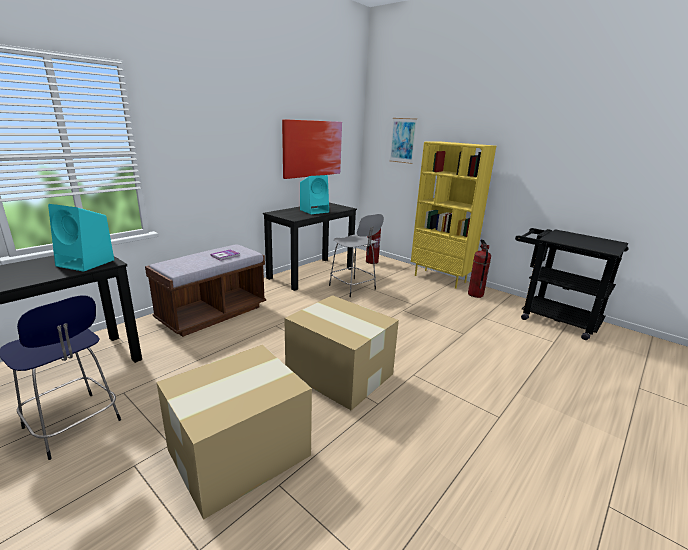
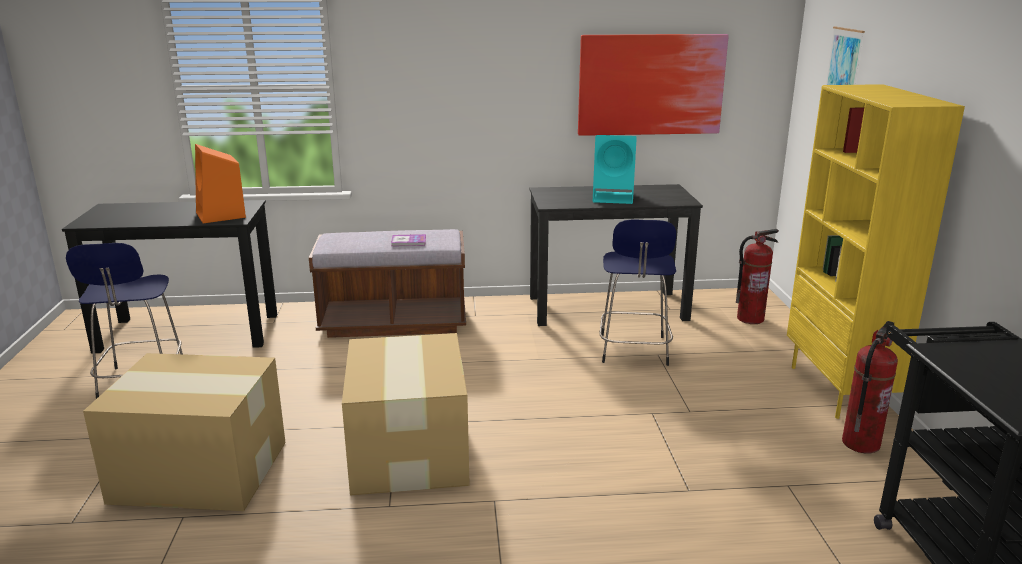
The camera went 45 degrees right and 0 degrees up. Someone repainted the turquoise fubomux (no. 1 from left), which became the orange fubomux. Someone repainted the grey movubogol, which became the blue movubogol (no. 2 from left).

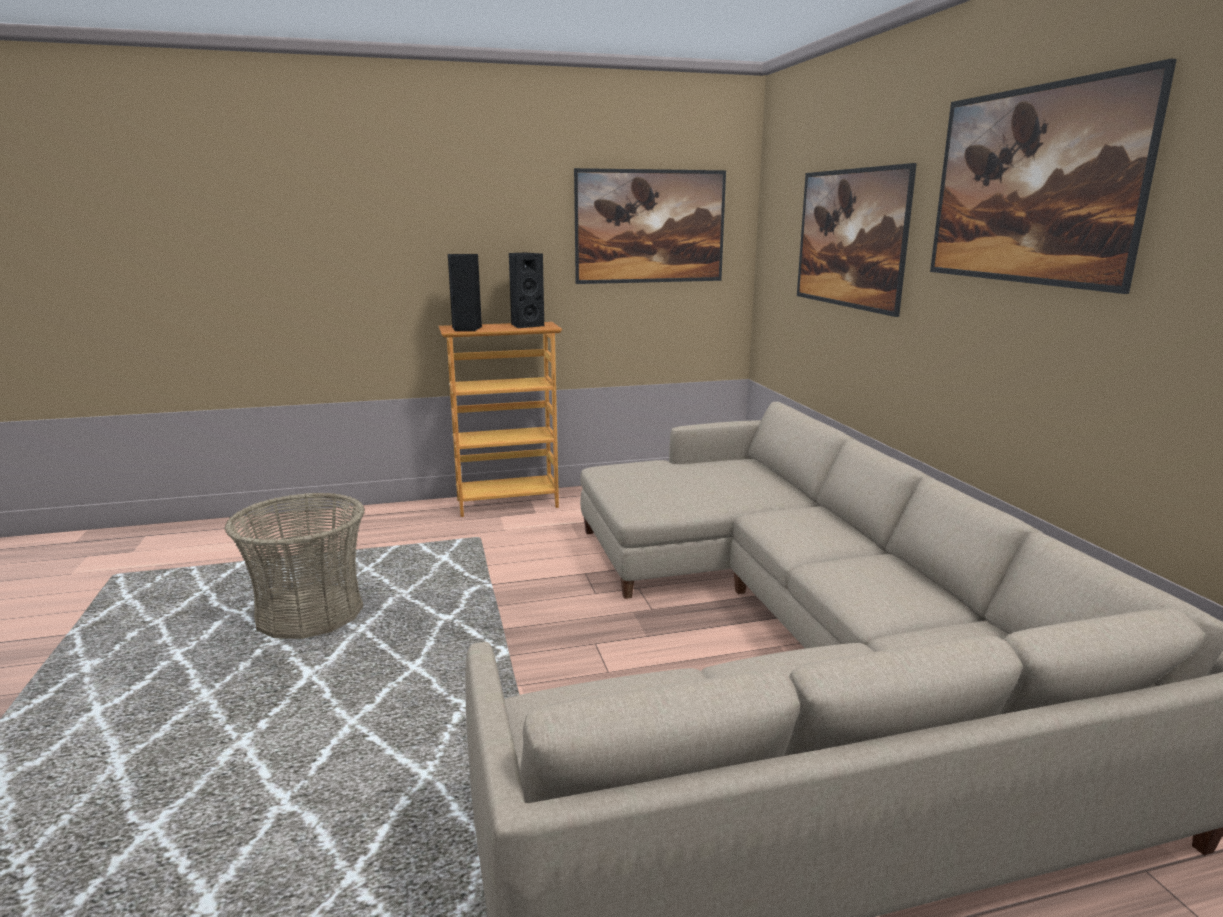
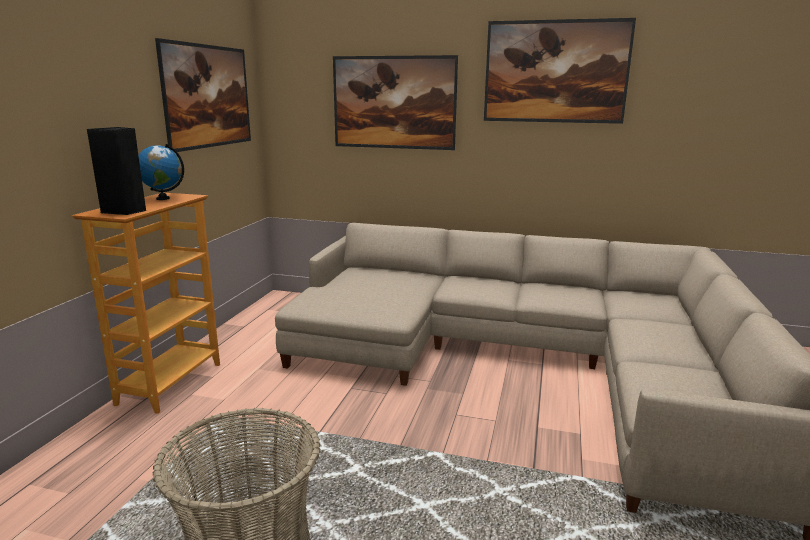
The camera went 60 degrees left and 0 degrees up. Someone swapped the black fubomux (no. 2 from left) for the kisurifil.

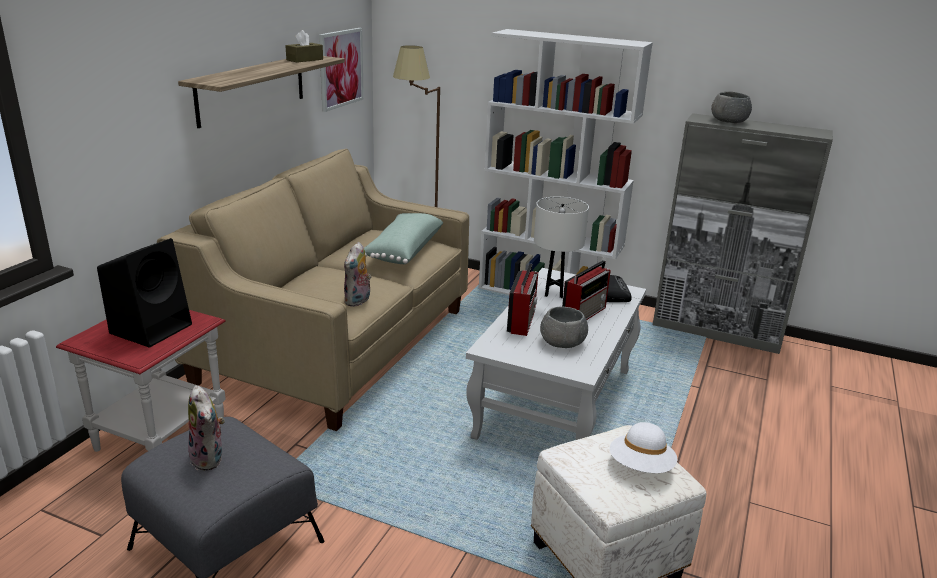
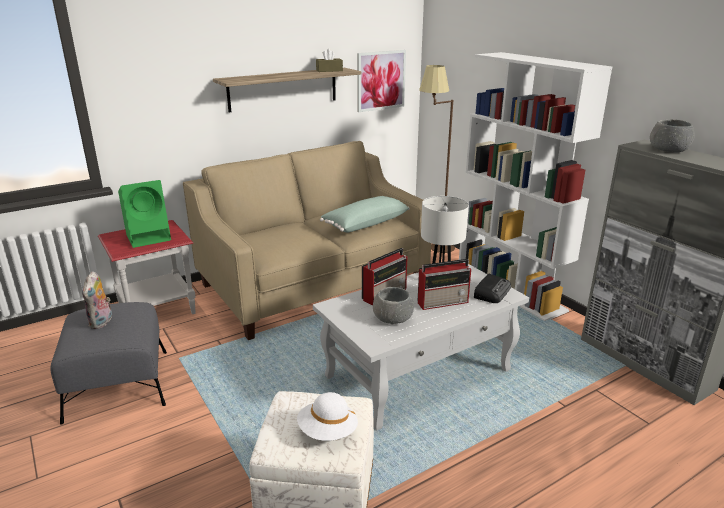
The camera went 35 degrees right and 0 degrees up. Someone repainted the black fubomux, which became the green fubomux. Someone took away the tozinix (no. 2 from left).

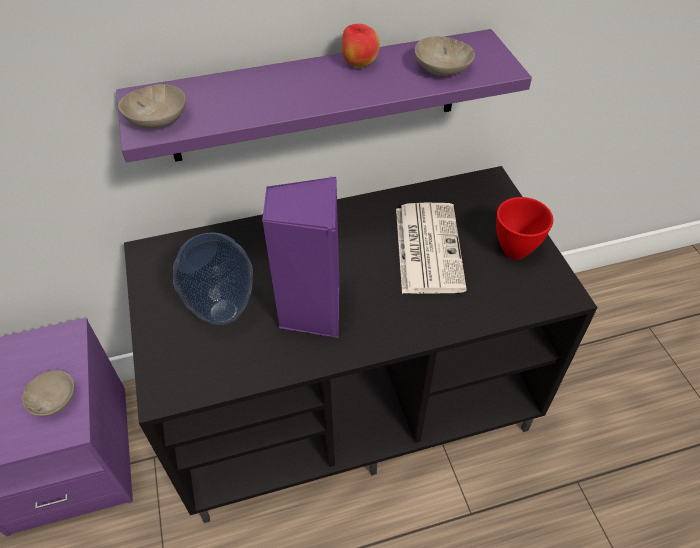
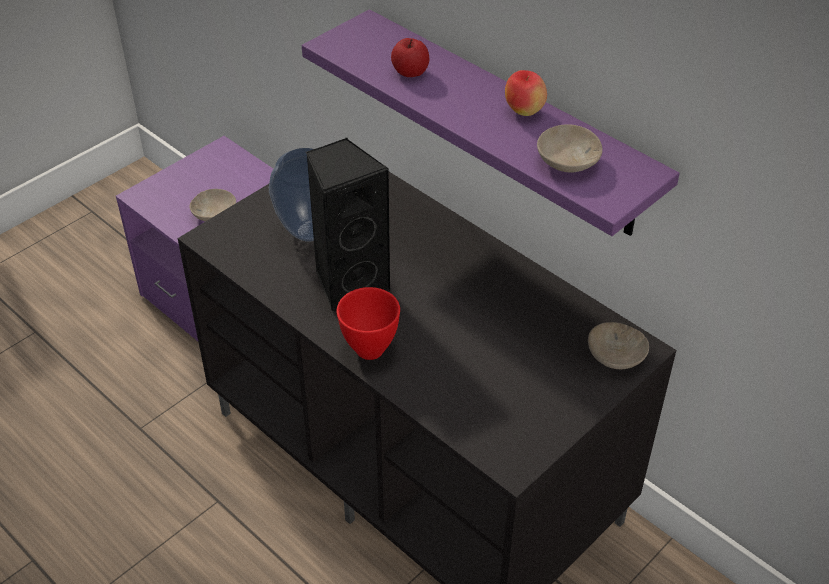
The camera went 60 degrees right and 5 degrees down. Someone carried the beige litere (no. 2 from left in the first image). Someone repainted the purple fubomux, which became the black fubomux. Someone carried the red litere. Someone took away the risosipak. Someone put down the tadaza (no. 1 from left).

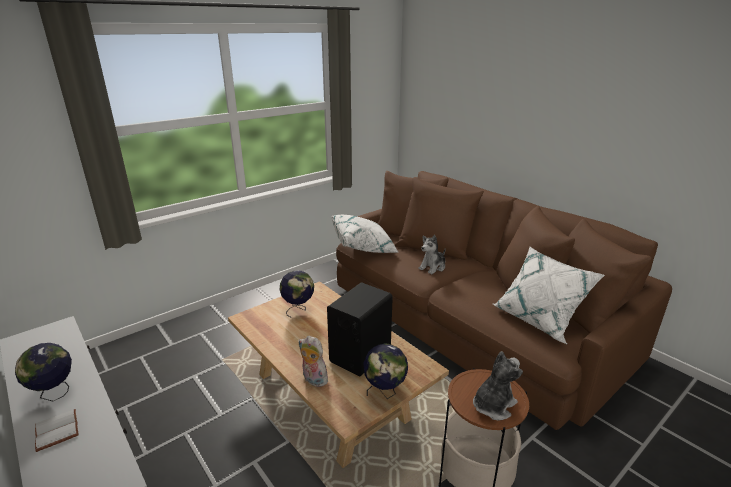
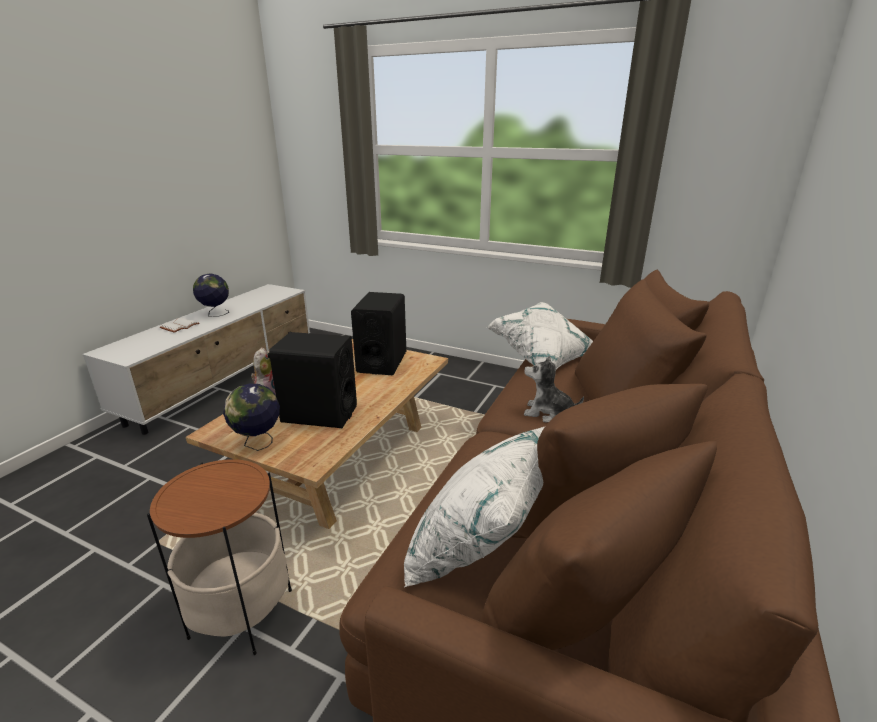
The camera went 65 degrees right and 0 degrees up. Someone swapped the kisurifil (no. 2 from left) for the black fubomux (no. 2 from left). Someone took away the tozinix (no. 3 from left).

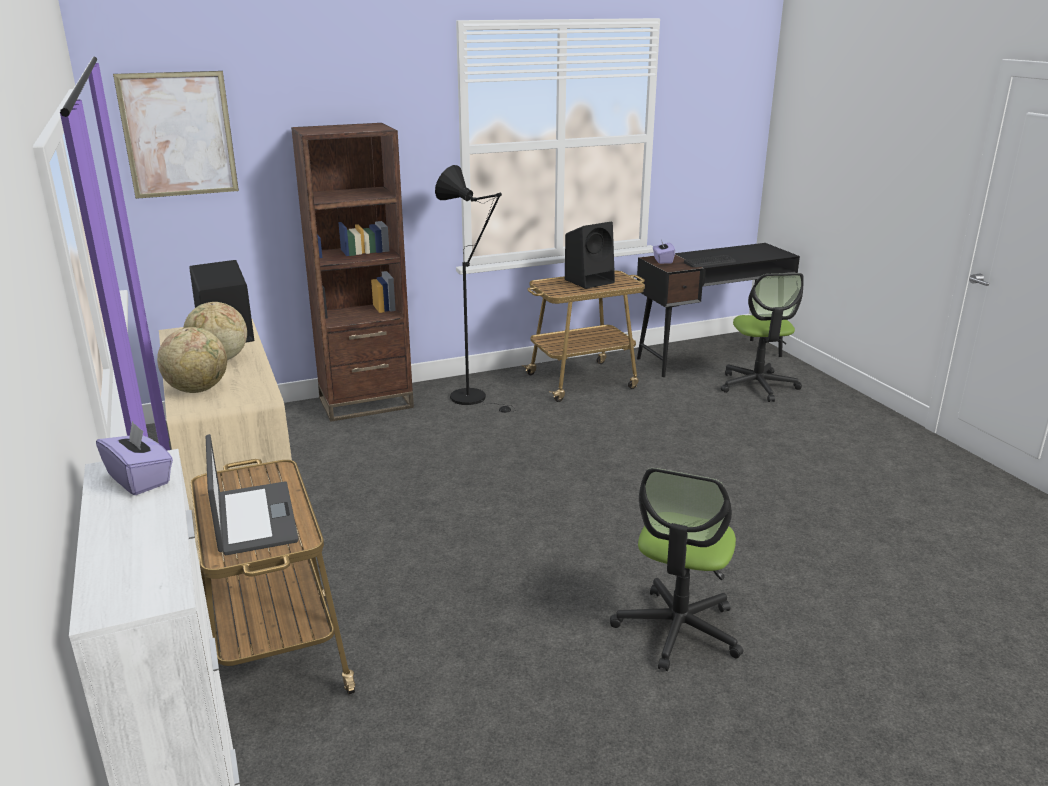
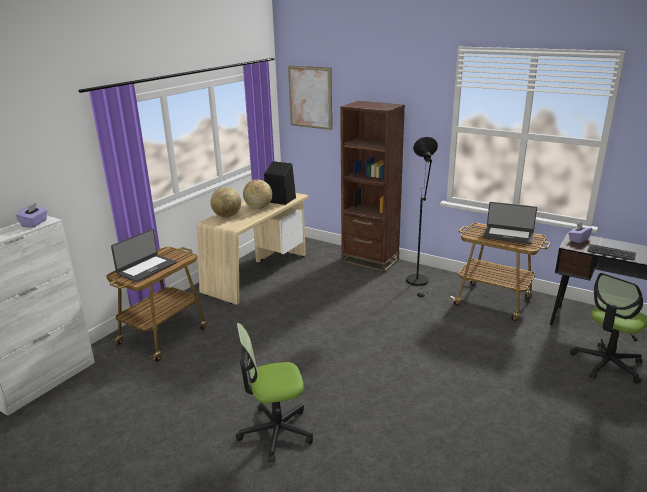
The camera went 55 degrees right and 0 degrees up. Someone swapped the black fubomux (no. 2 from left) for the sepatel (no. 2 from left).

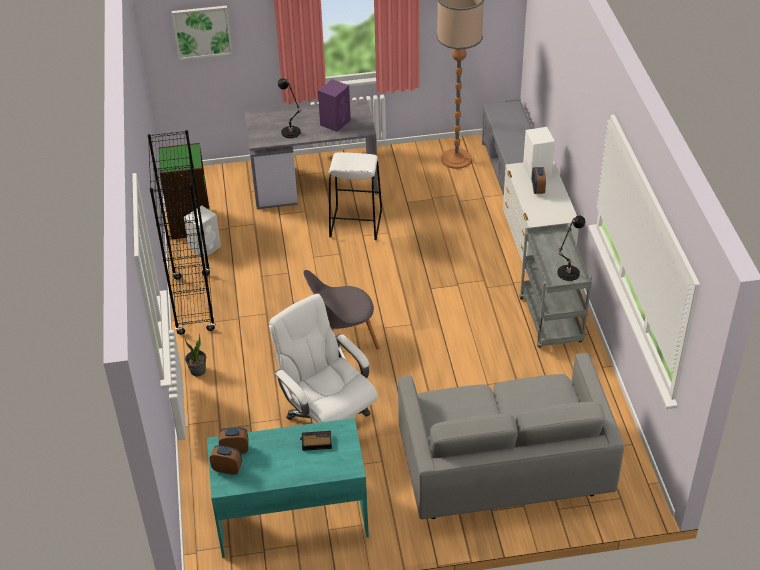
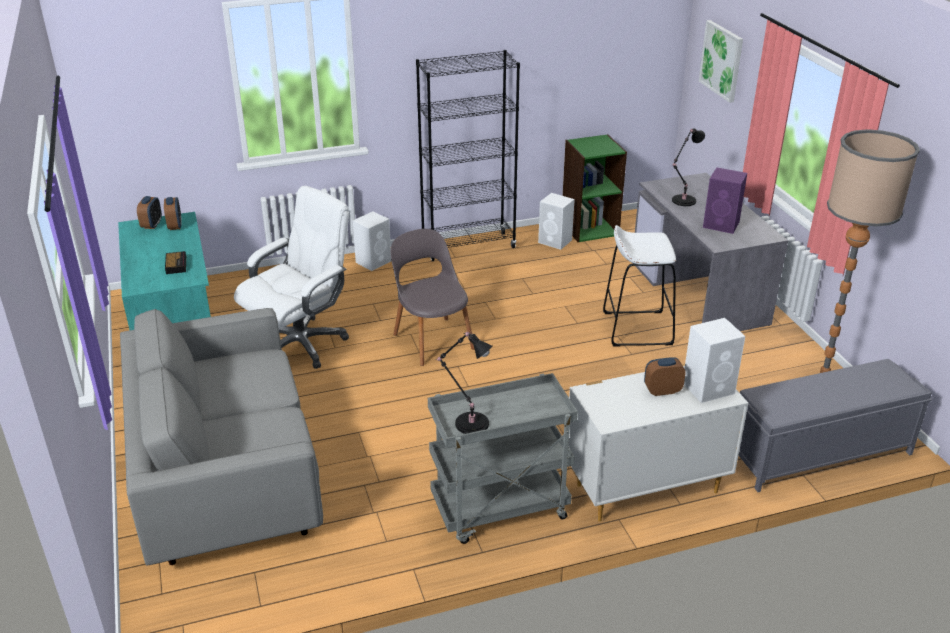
The camera went 80 degrees right and 10 degrees down. Someone swapped the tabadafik for the white fubomux (no. 1 from left).

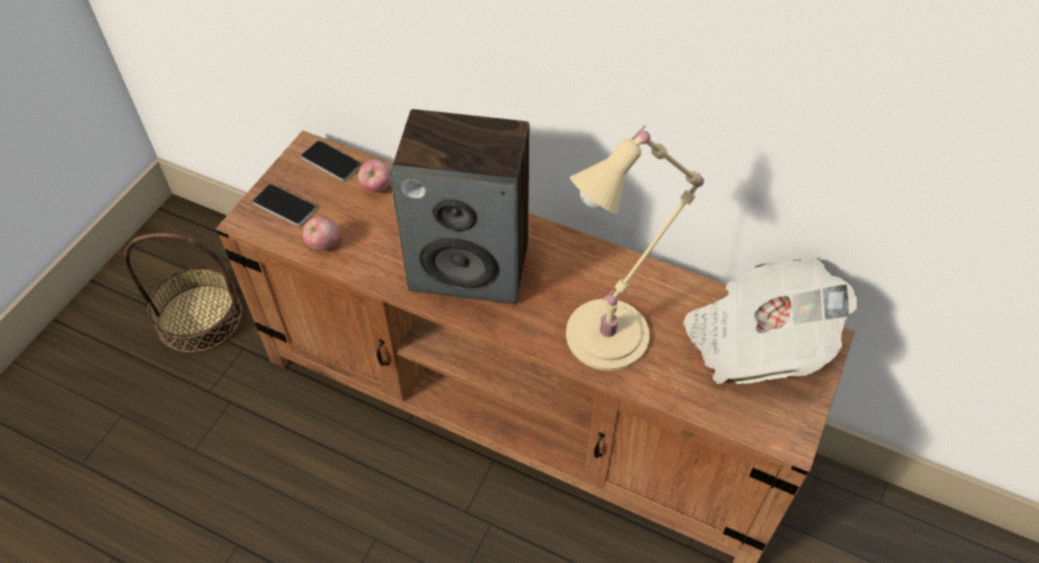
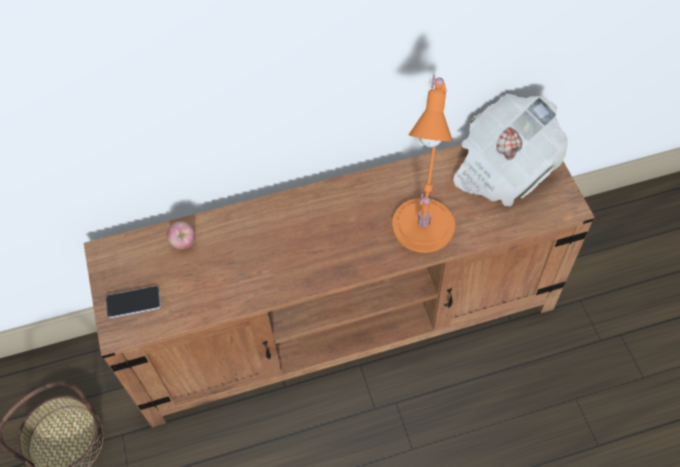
The camera went 40 degrees left and 5 degrees up. Someone took away the fubomux. Someone repainted the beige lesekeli, which became the orange lesekeli. Someone took away the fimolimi (no. 2 from left). Someone took away the tadaza (no. 1 from left).

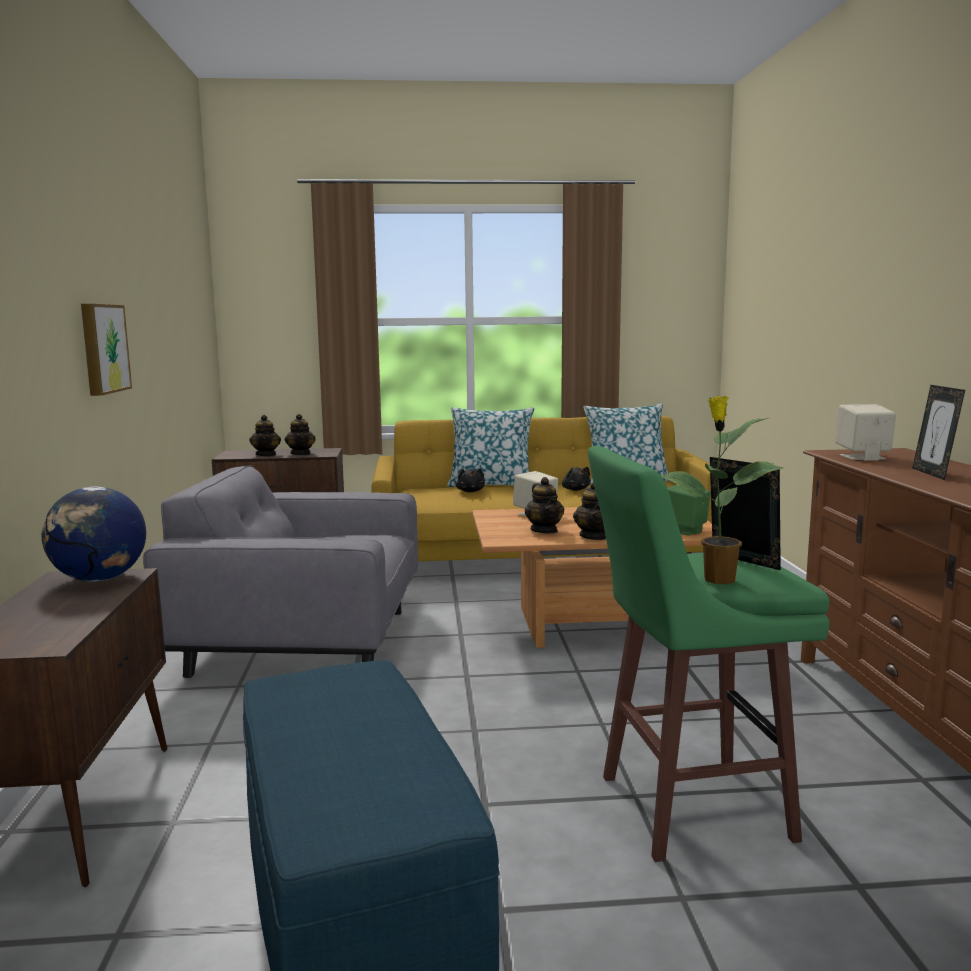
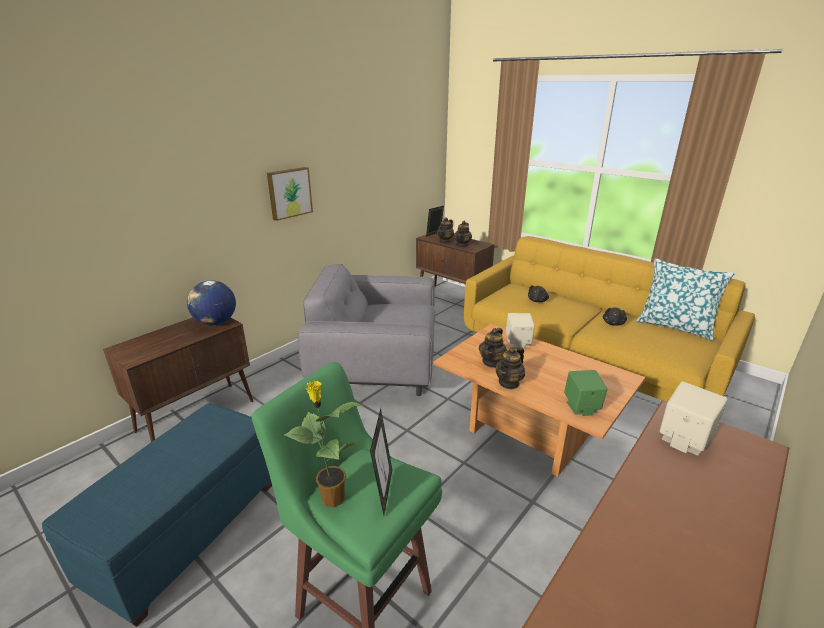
The camera went 45 degrees right and 15 degrees up. Someone carried the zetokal (no. 2 from left). Someone took away the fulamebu (no. 1 from left). Someone rotated the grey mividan by 45 degrees counterclockwise.

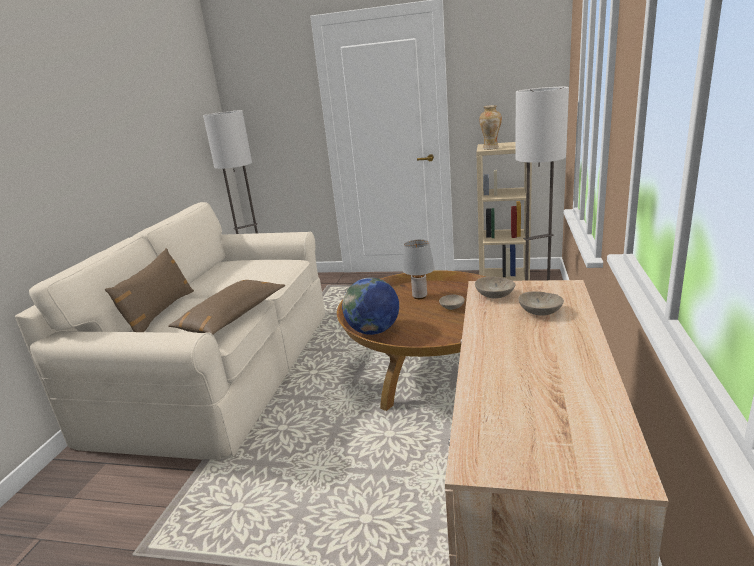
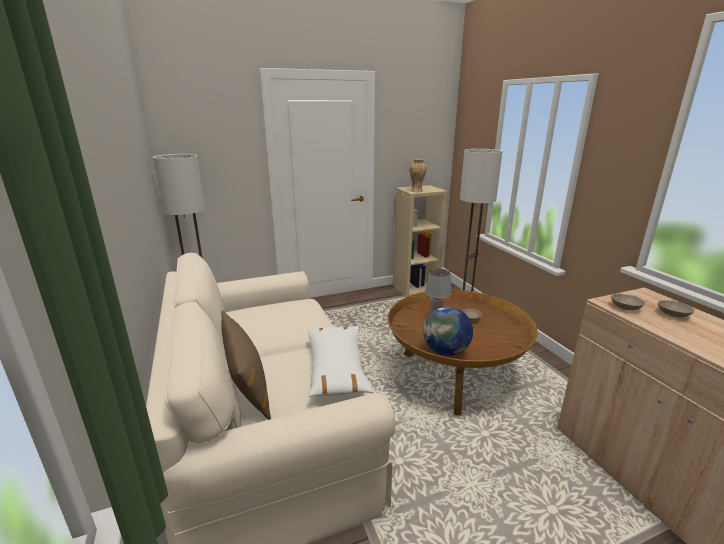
The camera went 35 degrees left and 0 degrees up. Someone repainted the brown fulamebu (no. 2 from left), which became the white fulamebu.

